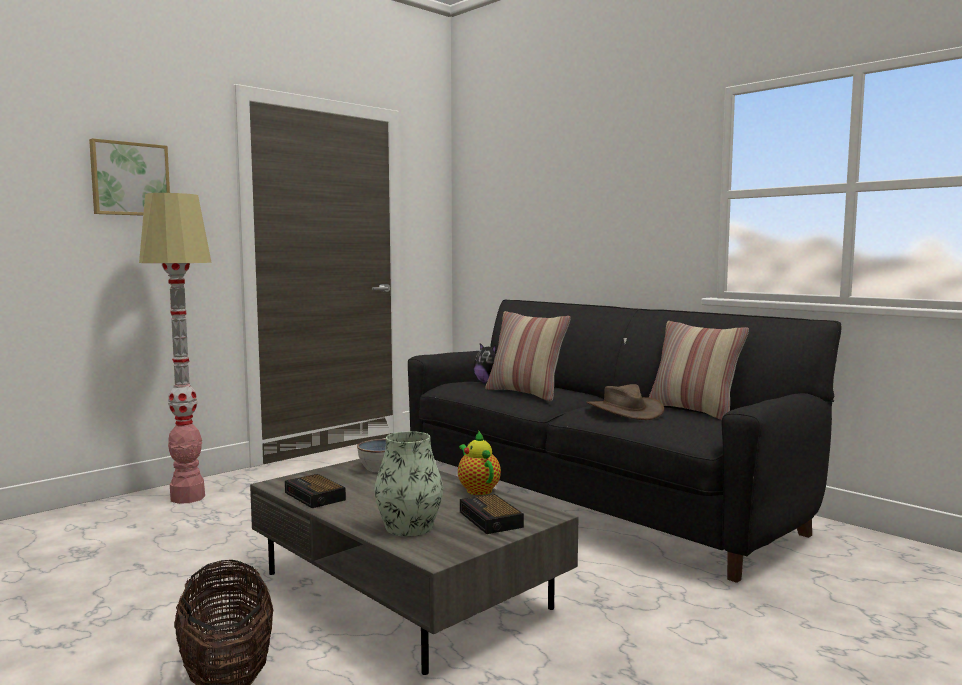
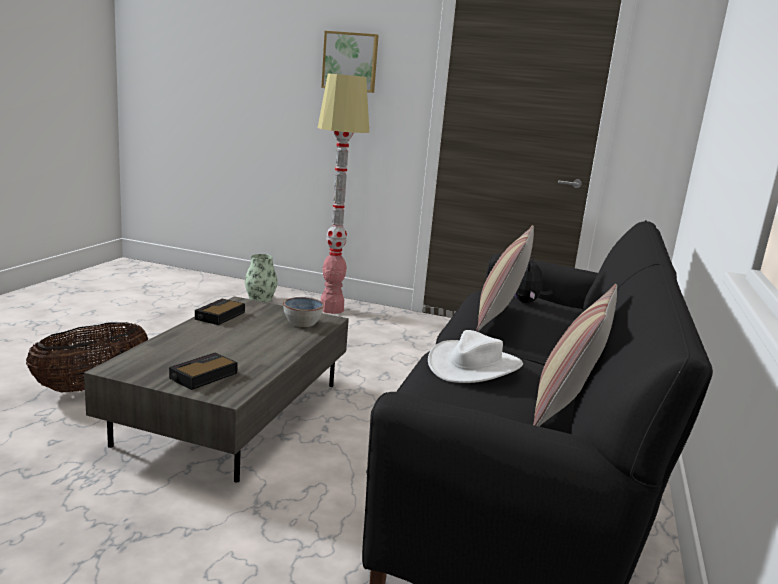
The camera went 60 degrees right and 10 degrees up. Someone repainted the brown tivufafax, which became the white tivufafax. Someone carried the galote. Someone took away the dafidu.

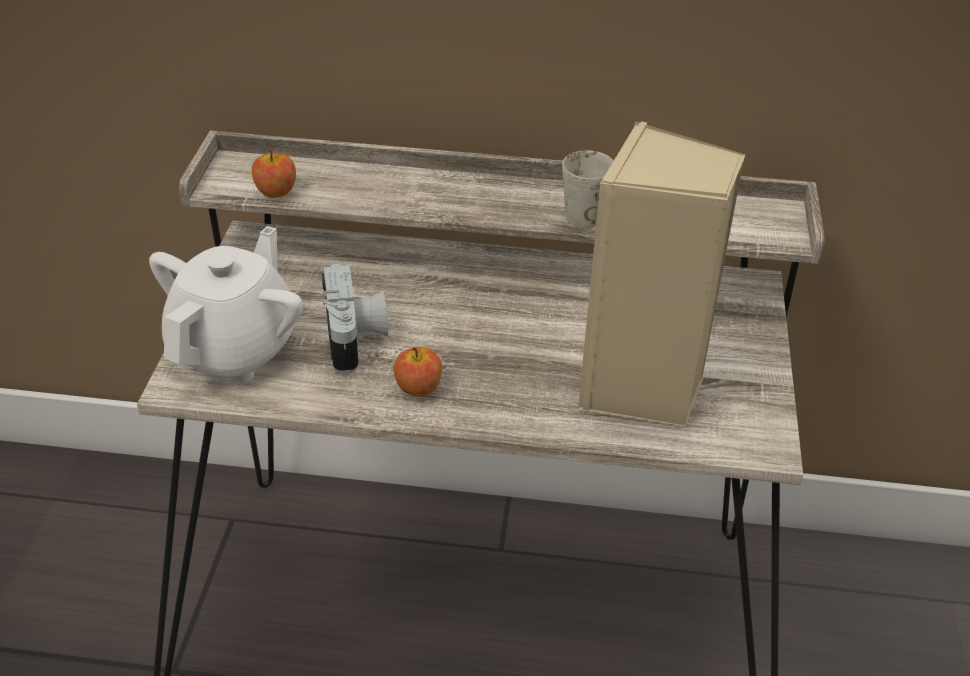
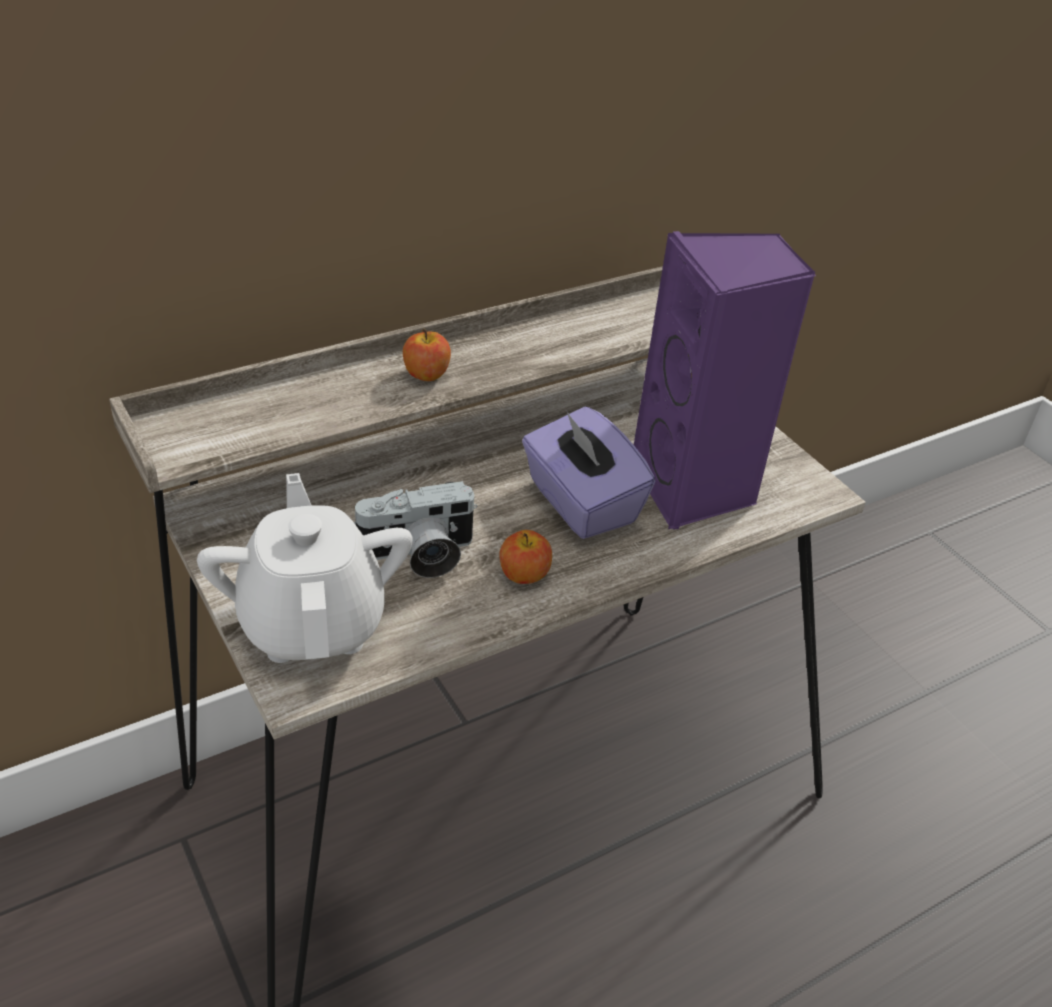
The camera went 40 degrees left and 0 degrees up. Someone repainted the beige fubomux, which became the purple fubomux. Someone carried the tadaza (no. 1 from left). Someone took away the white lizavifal. Someone rotated the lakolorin by 120 degrees clockwise. Someone put down the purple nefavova.

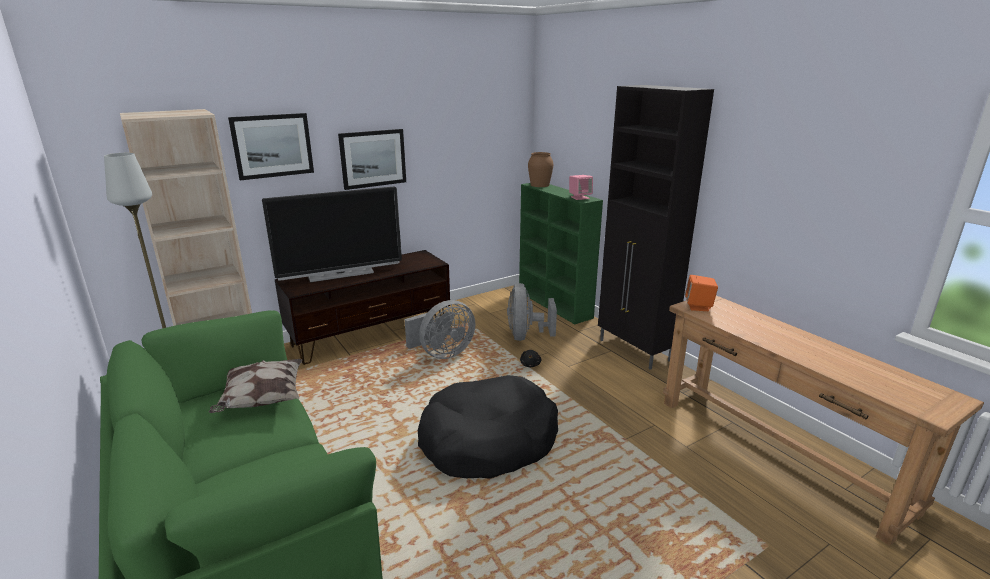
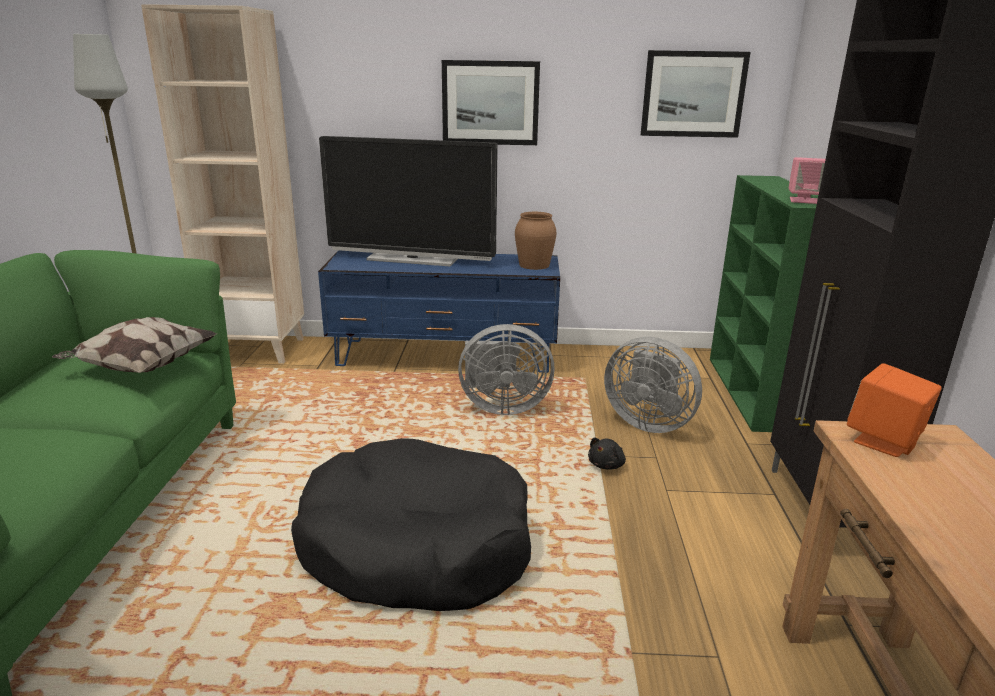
The camera went 35 degrees right and 0 degrees up. Someone carried the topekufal (no. 1 from left in the first image). Someone carried the brown galote. Someone repainted the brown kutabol, which became the blue kutabol. Someone rotated the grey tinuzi (no. 2 from left) by 90 degrees counterclockwise.

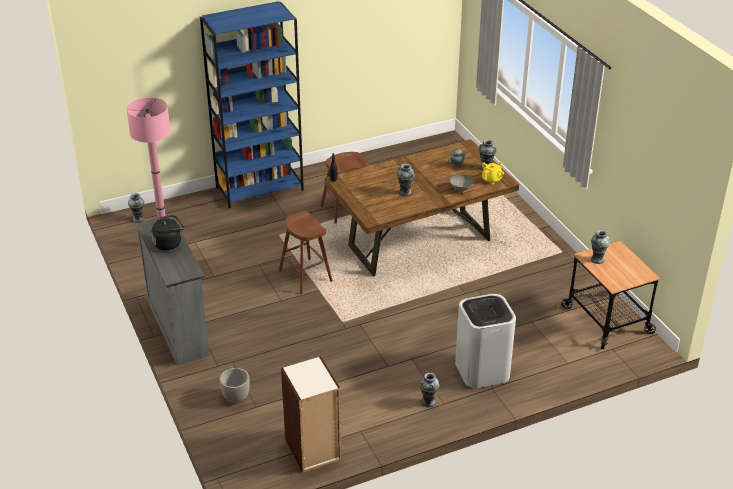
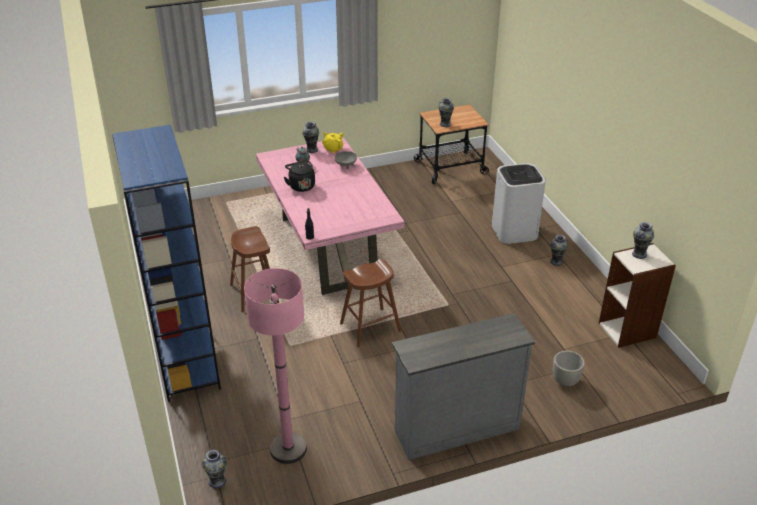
The camera went 85 degrees left and 0 degrees up. Someone repainted the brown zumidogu, which became the pink zumidogu. Someone carried the galote (no. 2 from left in the first image). Someone carried the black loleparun.

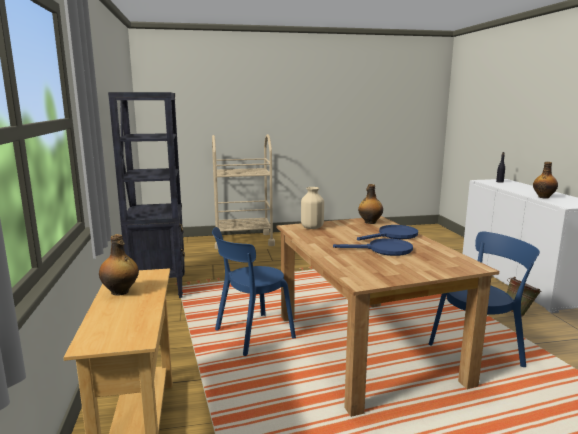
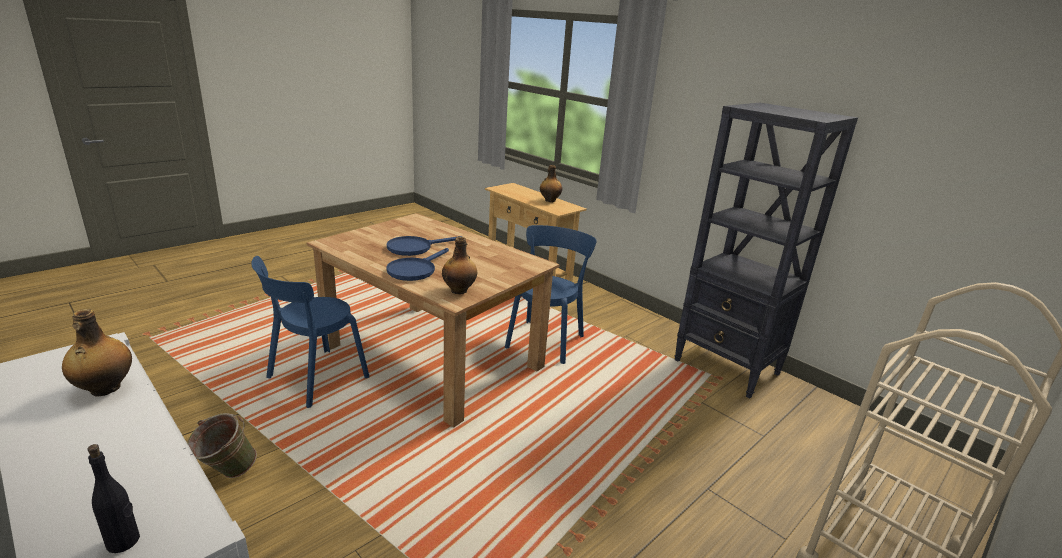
The camera went 145 degrees right and 10 degrees up. Someone took away the beige galote.

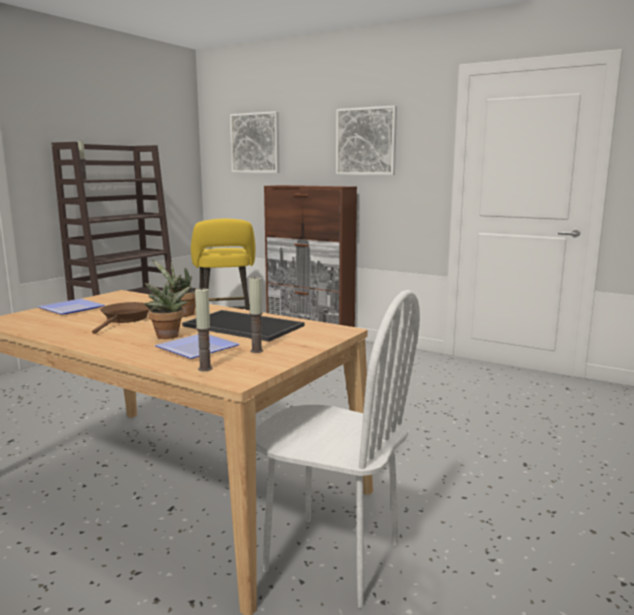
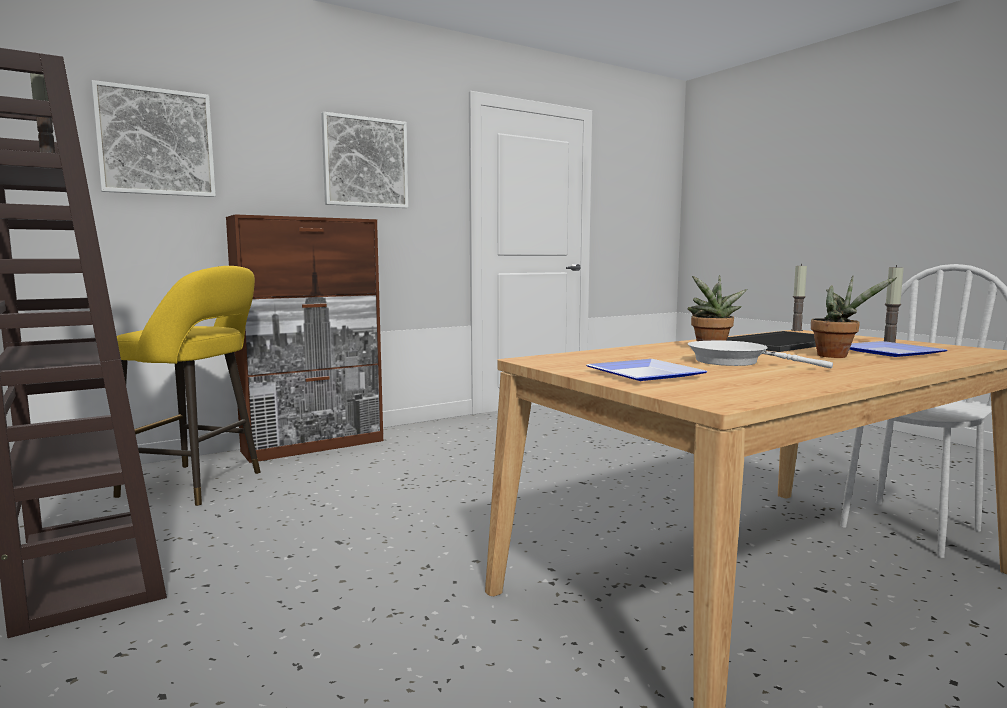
The camera went 65 degrees left and 5 degrees down. Someone carried the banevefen (no. 2 from left). Someone repainted the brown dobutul, which became the white dobutul.

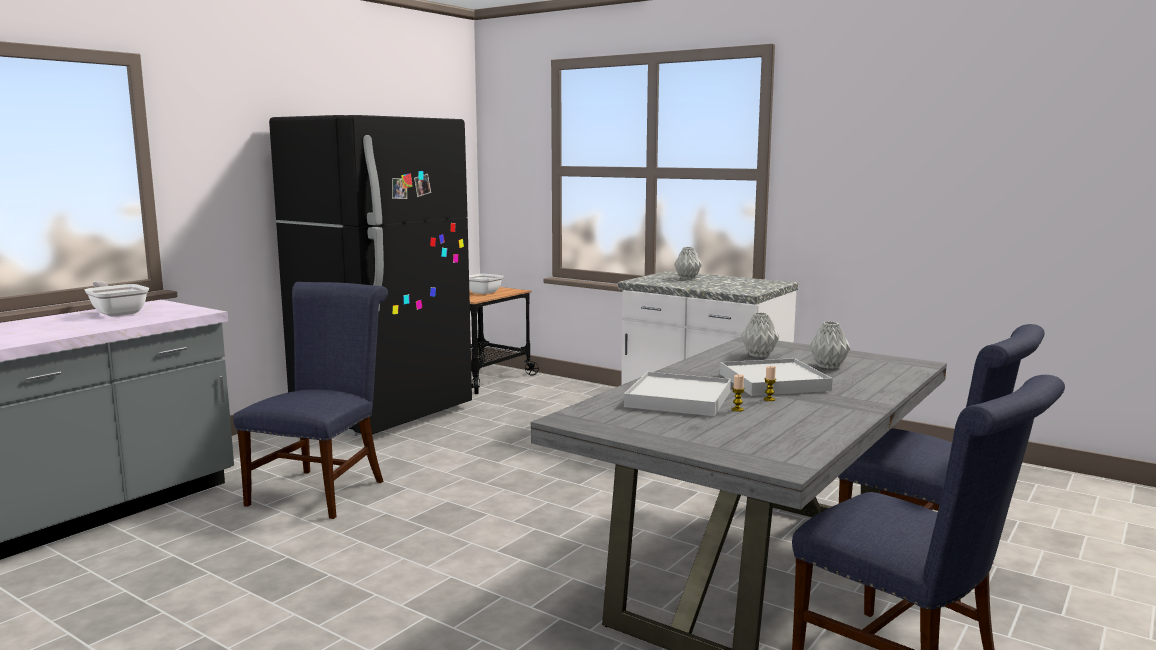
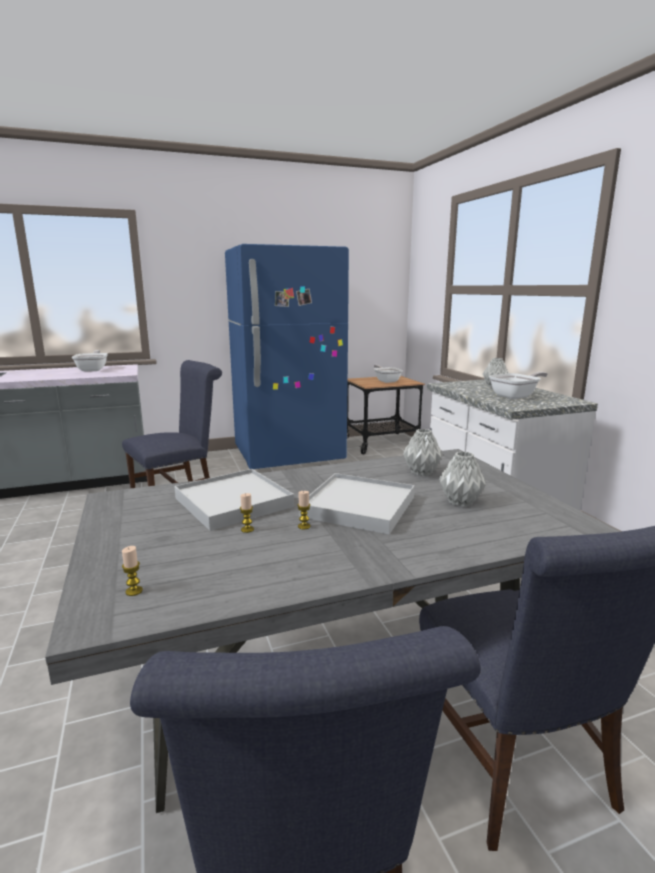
The camera went 35 degrees right and 5 degrees up. Someone repainted the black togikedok, which became the blue togikedok. Someone put down the dobutul (no. 3 from left). Someone put down the banevefen (no. 1 from left).

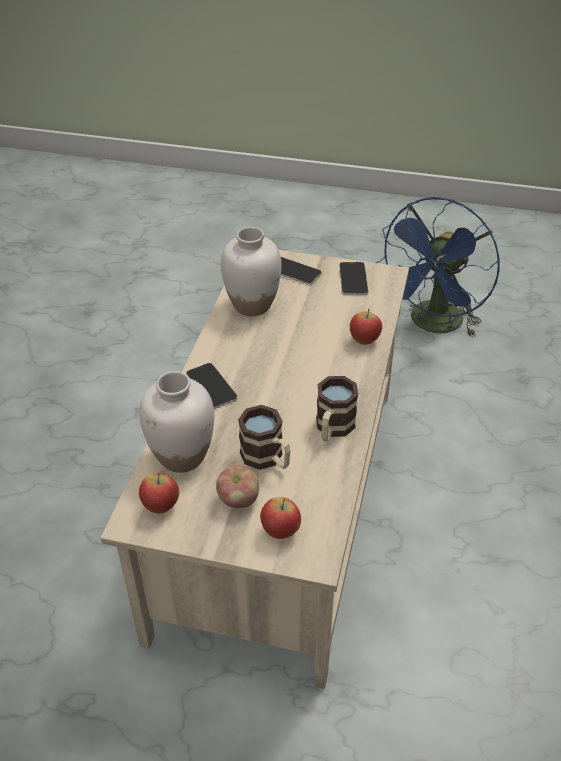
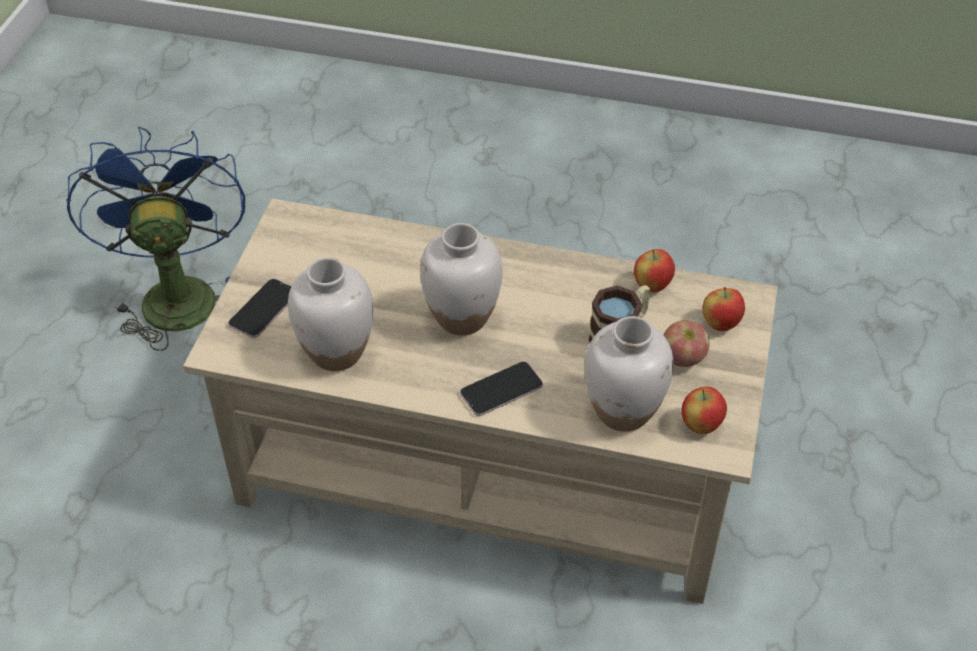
The camera went 90 degrees left and 5 degrees up. Someone rotated the blue tinuzi by 135 degrees counterclockwise. Someone took away the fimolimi (no. 3 from left). Someone carried the tadaza (no. 4 from left in the first image). Someone took away the lizavifal (no. 2 from left). Someone put down the white galote (no. 2 from left).

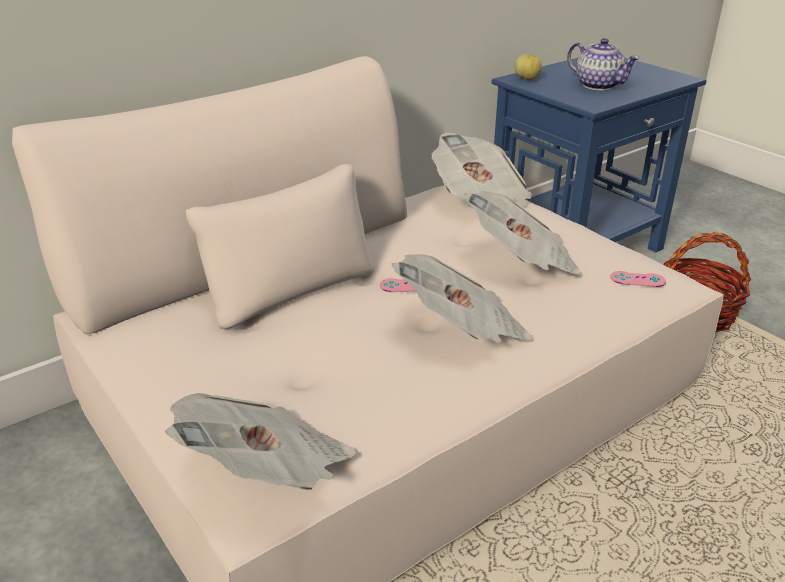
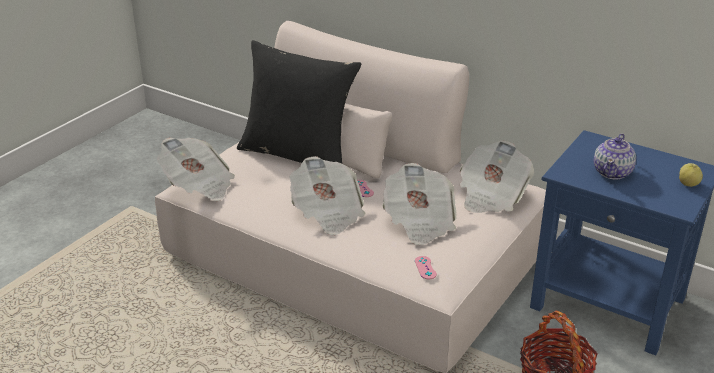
The camera went 70 degrees right and 0 degrees up. Someone carried the tadaza. Someone put down the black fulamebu.

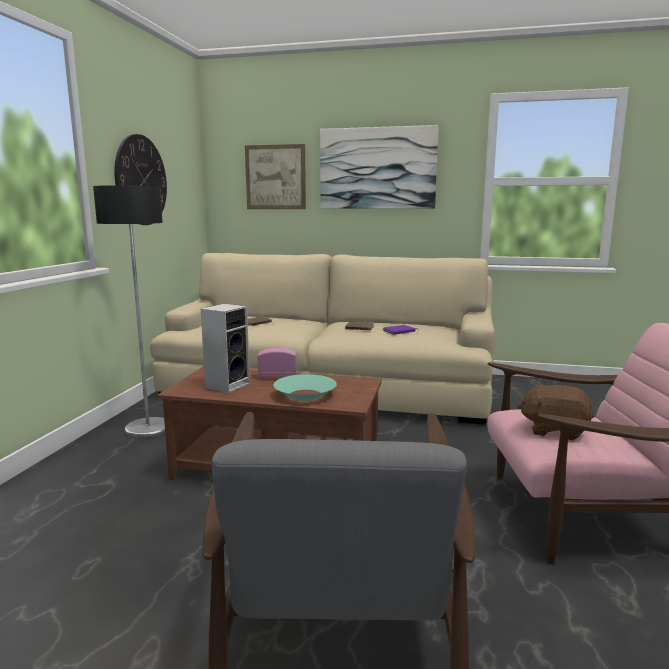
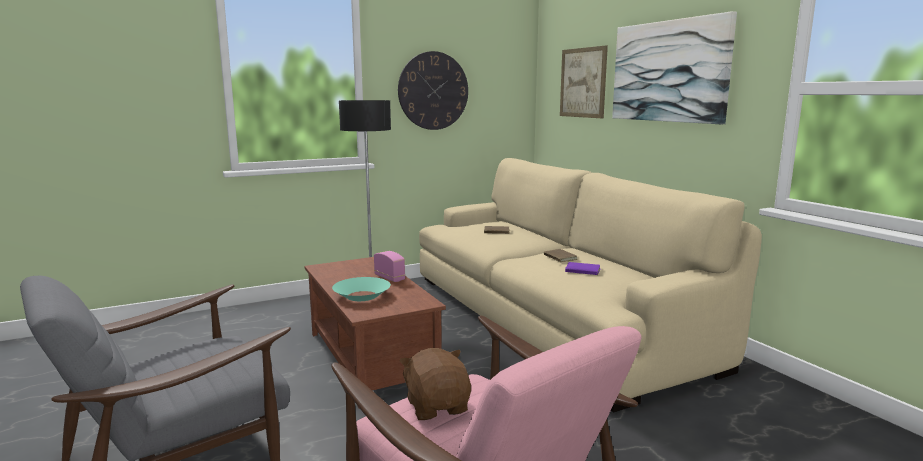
The camera went 50 degrees right and 0 degrees up. Someone took away the fubomux.

